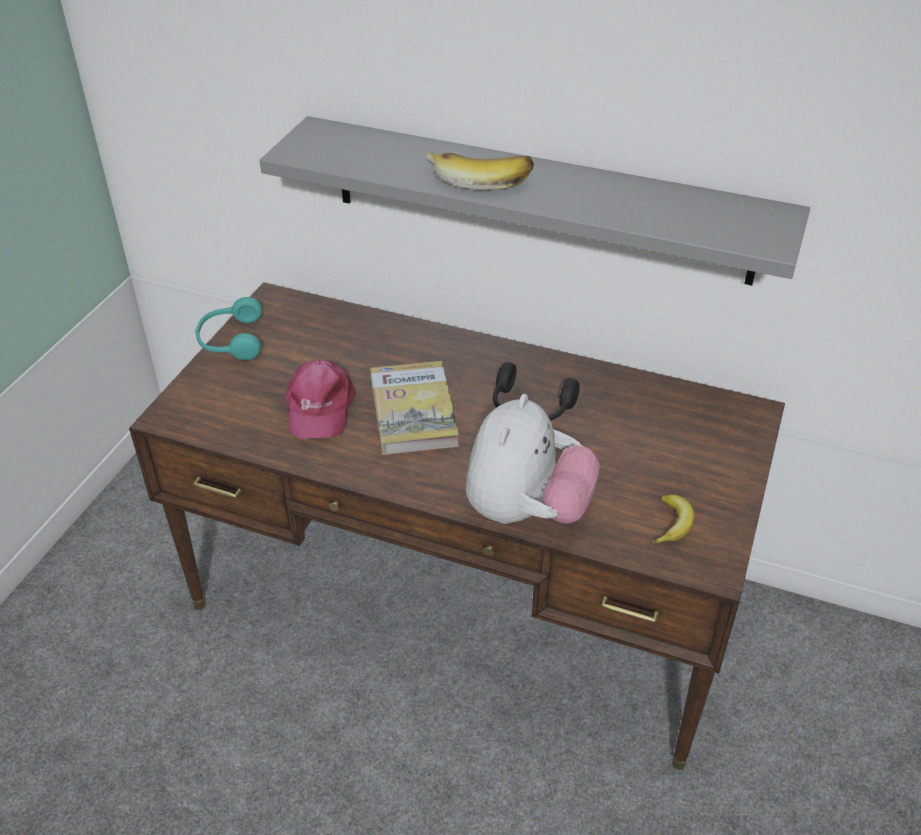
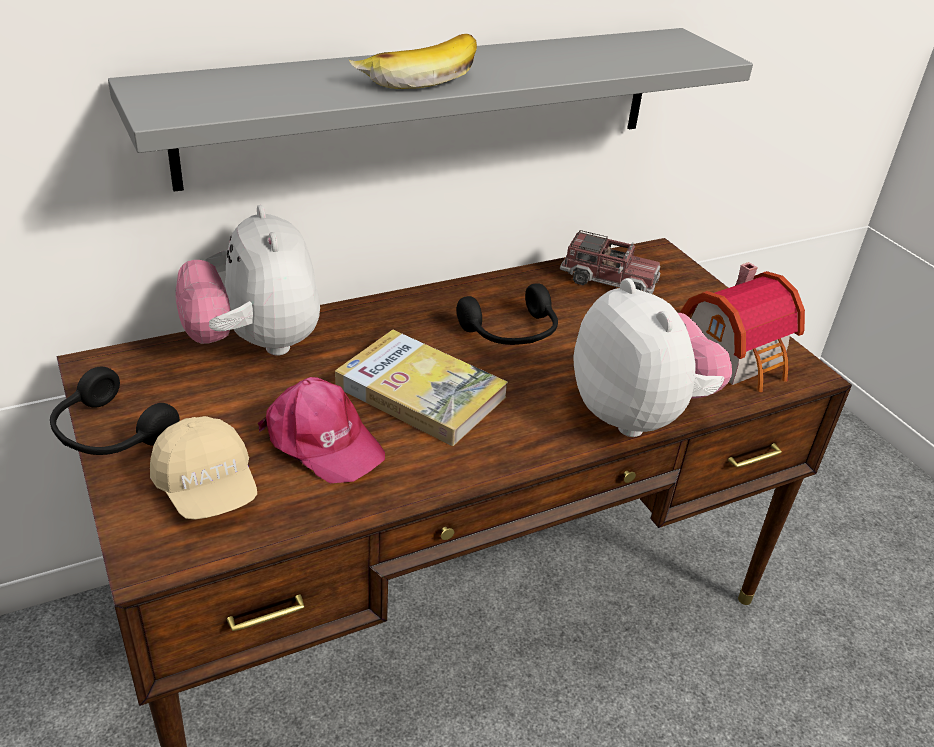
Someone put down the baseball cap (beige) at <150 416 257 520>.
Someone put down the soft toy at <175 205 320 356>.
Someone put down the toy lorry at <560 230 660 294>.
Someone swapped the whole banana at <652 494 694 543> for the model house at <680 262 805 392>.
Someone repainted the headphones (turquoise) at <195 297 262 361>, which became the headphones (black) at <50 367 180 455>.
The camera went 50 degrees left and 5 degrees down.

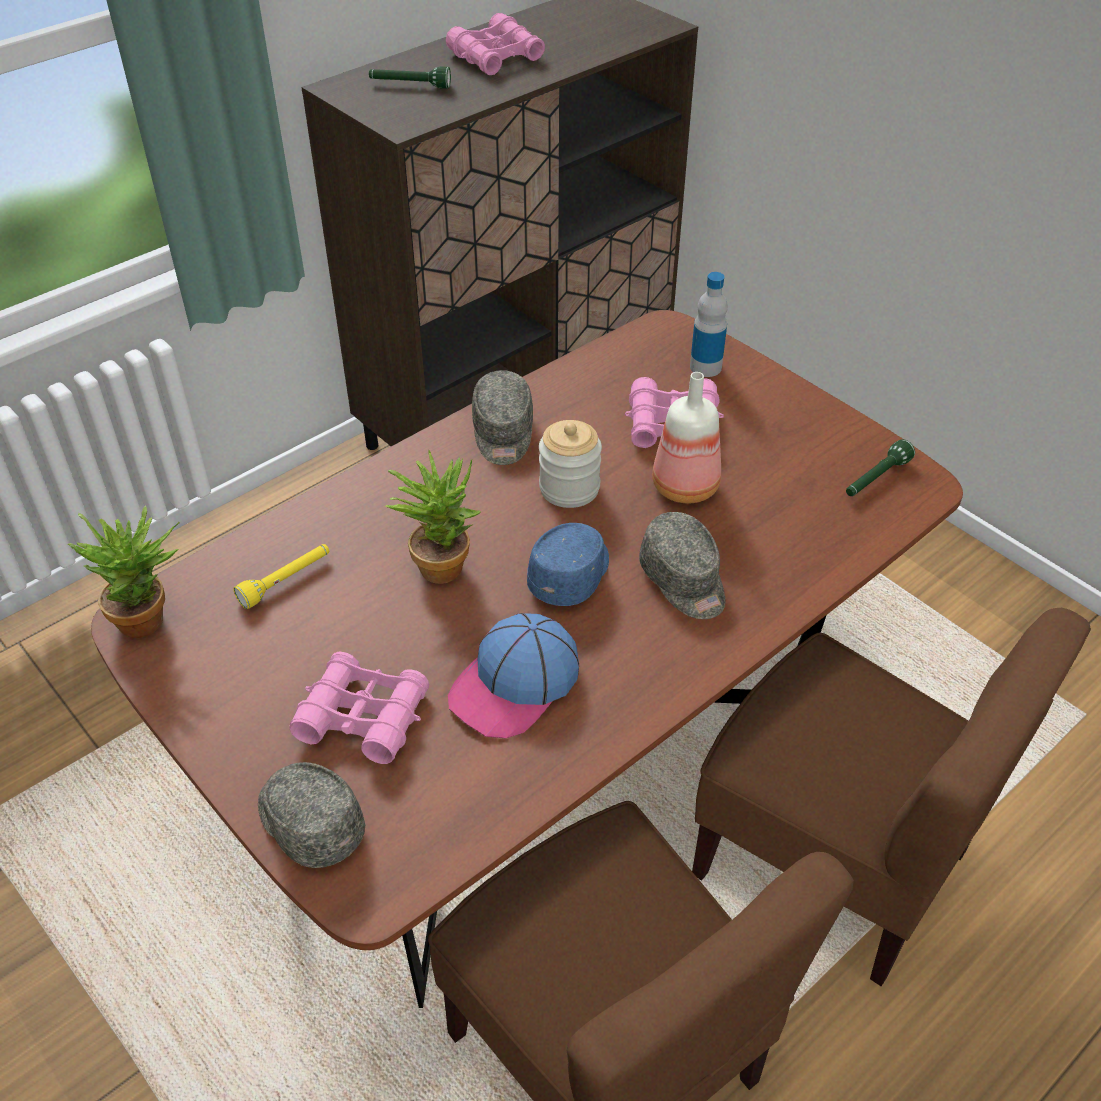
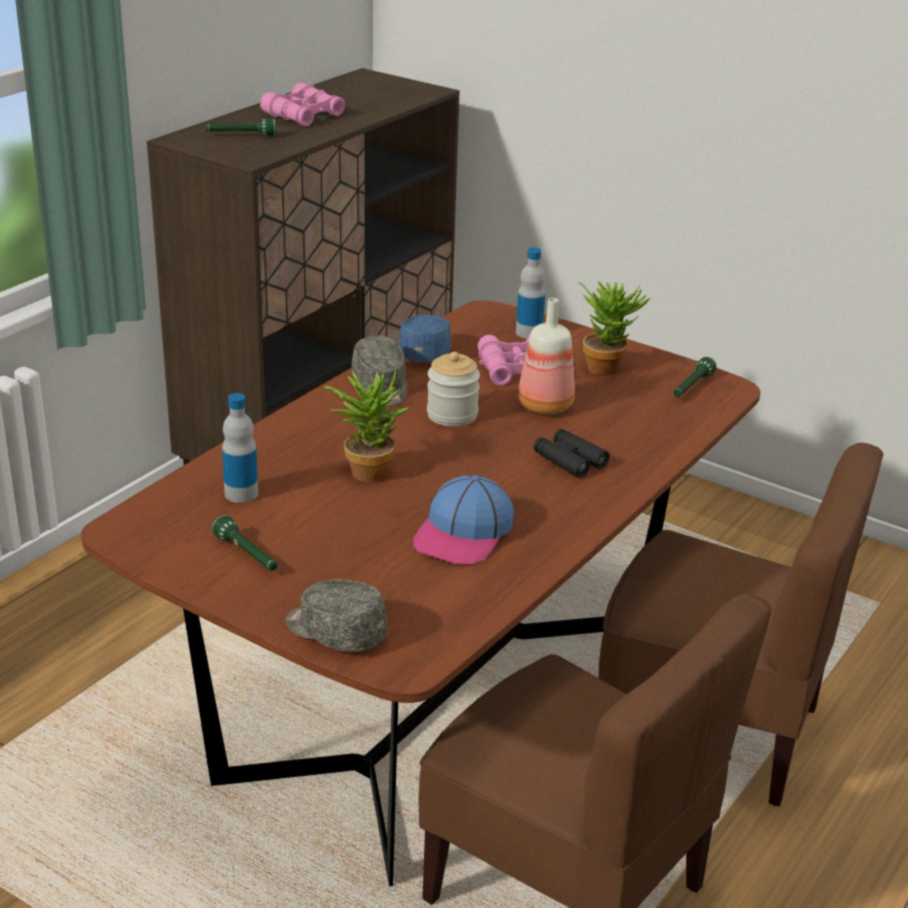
Someone took away the binoculars (pink) at <289 652 429 764>.
Someone put down the torch (greenish) at <212 515 277 571>.
Someone carried the potted plant from <68 505 179 638> to <578 281 650 375>.
Someone carried the baseball cap (bluish) from <527 523 609 606> to <398 315 451 362>.
Someone swapped the torch (yellow) at <233 544 329 609> for the drink bottle at <222 393 258 503>.
Someone swapped the baseball cap (gray) at <639 512 725 619> for the binoculars (black) at <534 429 609 478>.
The camera went 15 degrees left and 15 degrees down.

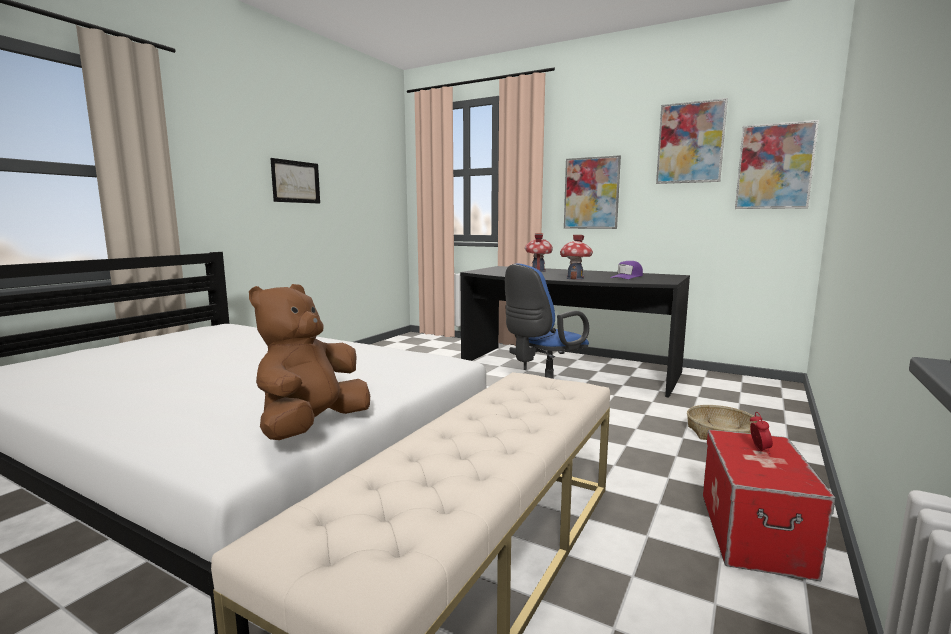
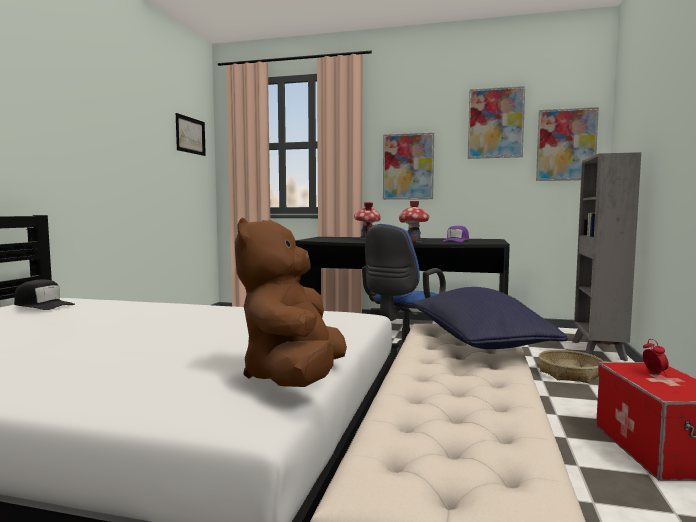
Someone put down the baseball cap (black) at <14 279 75 310>.
Someone put down the throw pillow (bluish) at <412 287 568 349>.
Someone put down the shelving unit (gray) at <572 152 641 361>.
Someone carried the picture from <270 158 320 204> to <176 113 206 156>.
The camera went 15 degrees left and 5 degrees down.

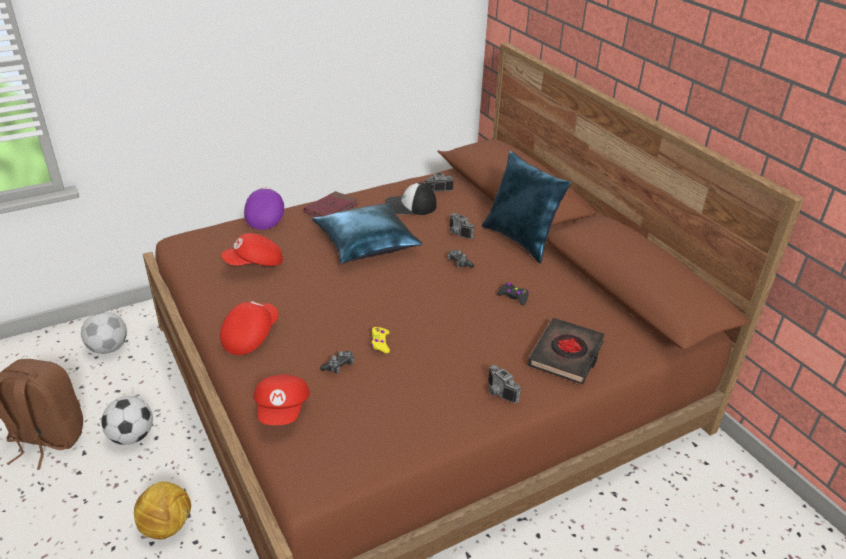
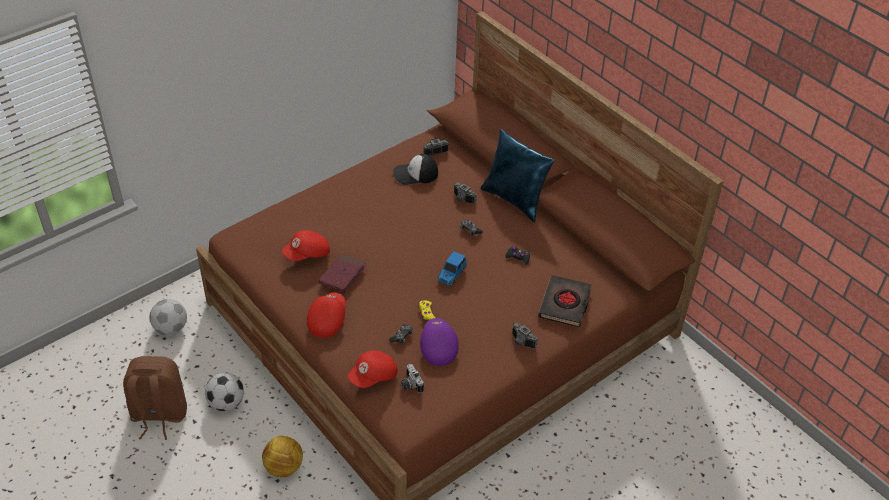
Someone took away the throw pillow (bluish) at <312 204 422 264>.
Someone put down the photo camera at <401 364 424 393>.
Someone put down the toy car at <437 251 467 286>.
Someone carried the baseball cap (purplish) from <244 188 284 230> to <420 318 459 366>.
Someone carried the bound book (reddish) from <304 191 358 217> to <319 253 366 293>.
Someone rotated the baseball cap (reddish) at <253 374 310 425> by 60 degrees clockwise.
The camera went 10 degrees left and 10 degrees up.

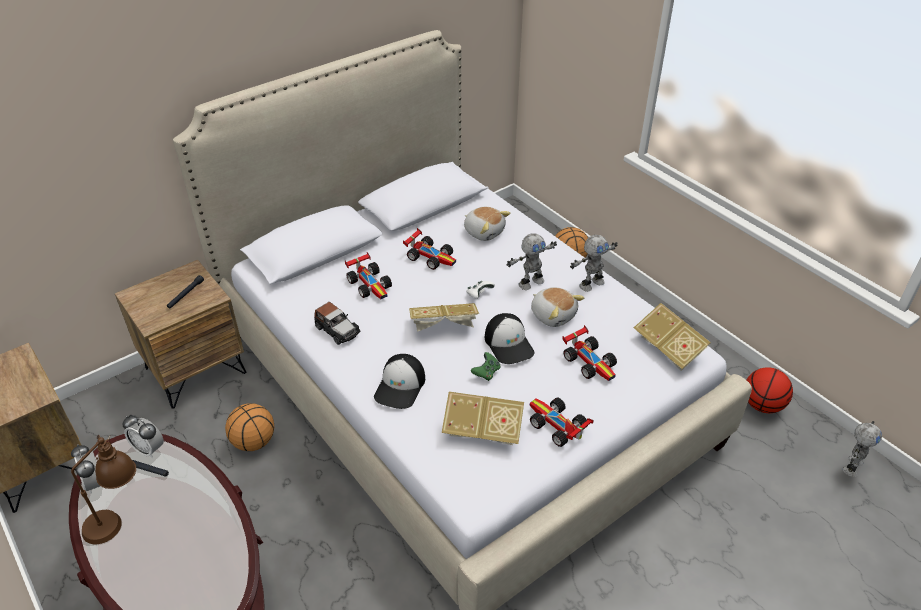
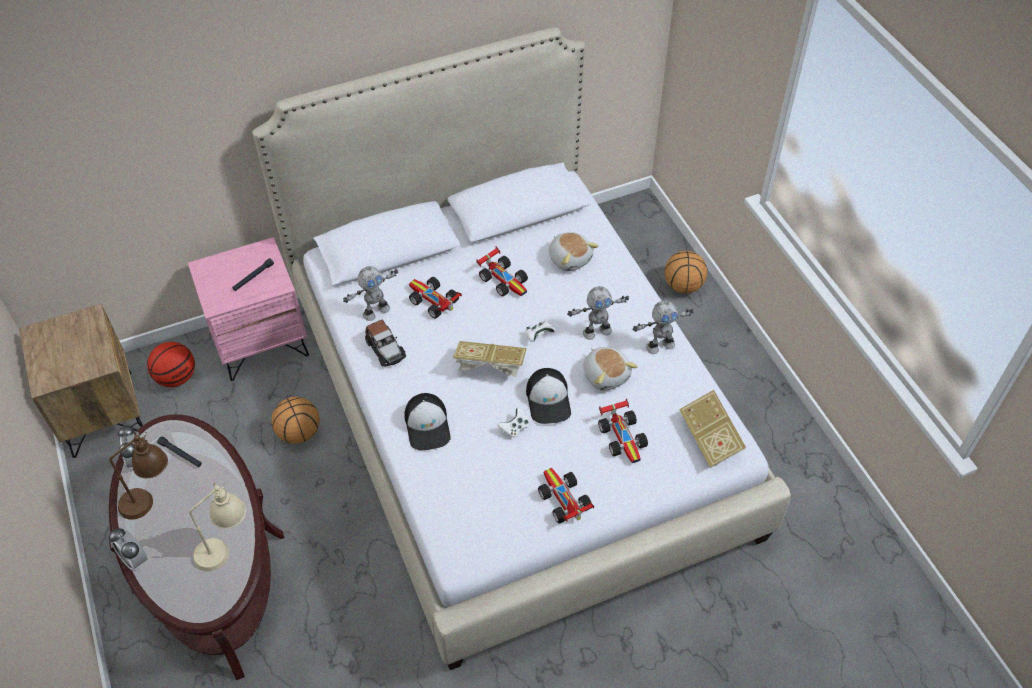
Someone took away the bound book at <442 391 524 445>.
Someone put down the table lamp (beige) at <189 481 246 571>.
Someone carried the table clock from <122 415 164 458> to <108 528 147 571>.
Someone carried the basketball from <747 367 793 413> to <147 342 195 387>.
Someone carried the robot figure from <843 421 882 477> to <343 266 398 321>.
Someone repainted the nightstand (brown) at <115 260 246 409>, which became the nightstand (pink) at <188 237 309 381>.
Someone repainted the gamepad (greenish) at <471 352 500 381>, which became the gamepad (white) at <497 407 530 438>.
Someone rotated the toy car at <345 252 392 299> by 150 degrees clockwise.
Someone rotated the baseball cap at <374 354 425 409> by 45 degrees counterclockwise.
The camera went 15 degrees right and 10 degrees up.

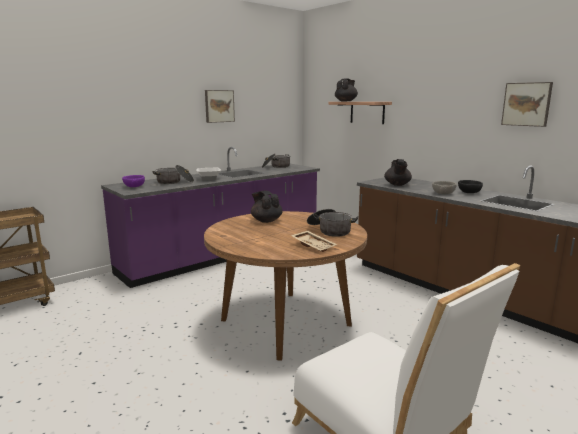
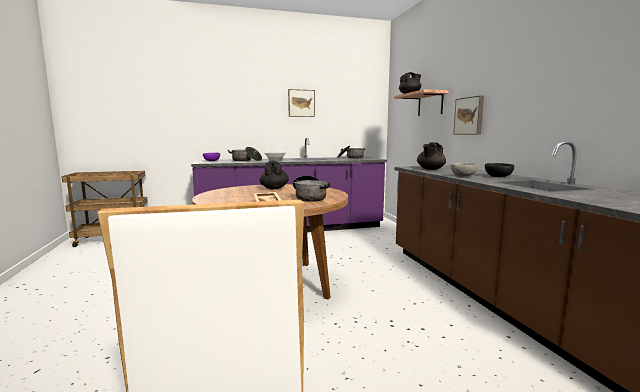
Someone carried the picture from <501 82 553 127> to <453 96 484 134>.
The camera went 25 degrees right and 5 degrees down.

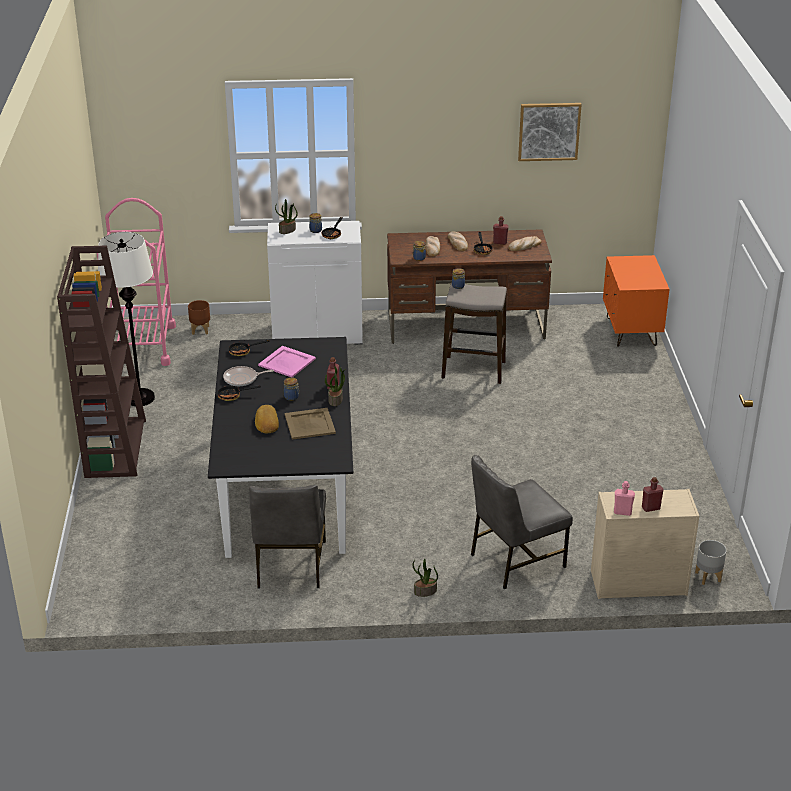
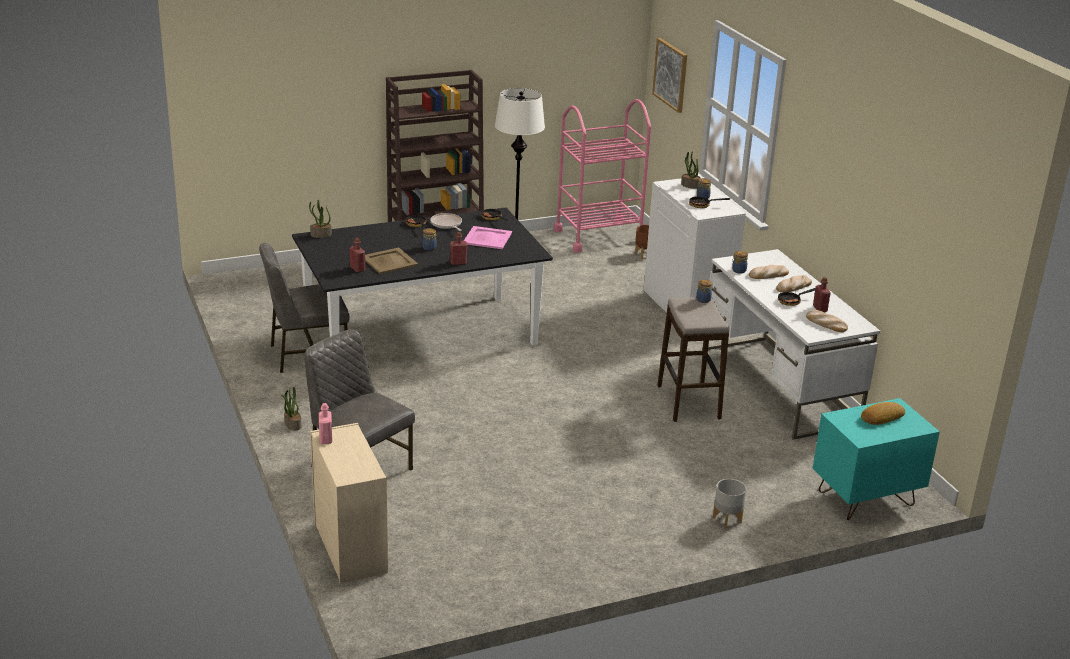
Someone carried the baked bread from <255 405 279 433> to <861 402 905 425>.
Someone carried the potted plant from <325 366 346 406> to <309 200 332 238>.
Someone carried the picture from <518 103 582 161> to <652 38 687 113>.
Someone carried the drink bottle (reddish) from <642 477 663 512> to <349 238 365 273>.
Someone carried the planter (gray) from <695 540 727 585> to <713 479 746 529>.
Someone repainted the desk unit (brown) at <387 229 552 344>, which became the desk unit (white) at <708 249 880 440>.
Someone repainted the nightstand (orange) at <603 255 670 347>, which became the nightstand (turquoise) at <813 398 940 520>.
The camera went 70 degrees right and 5 degrees down.

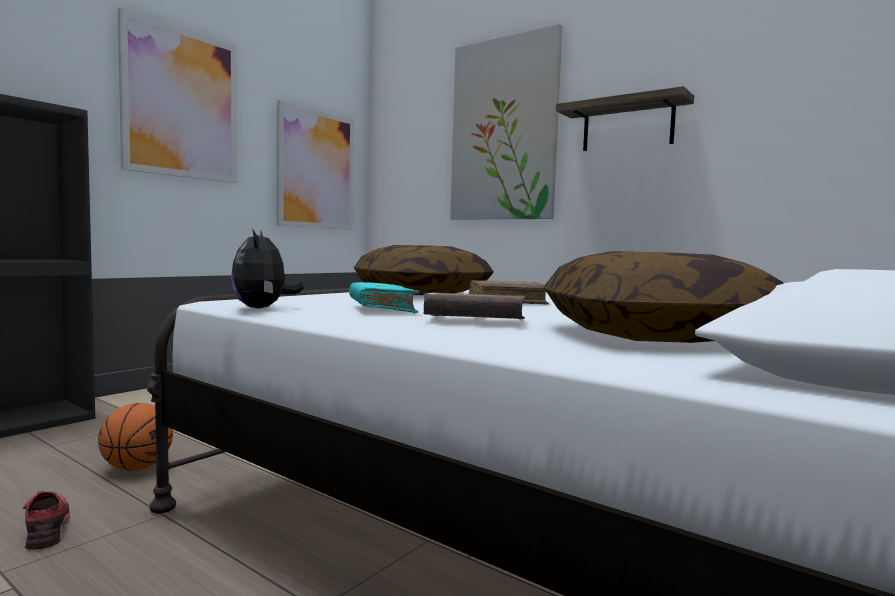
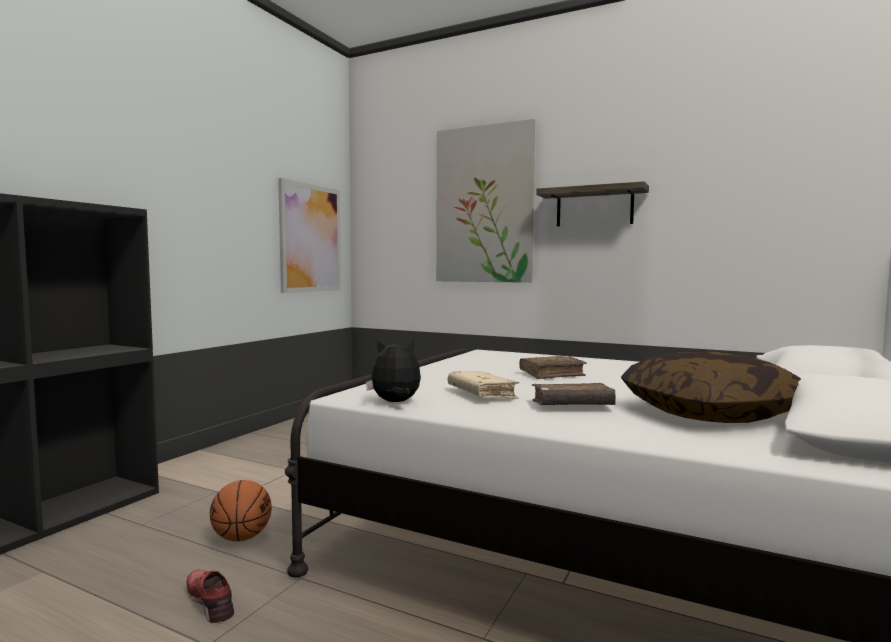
Someone took away the picture at <118 8 237 183>.
Someone took away the throw pillow at <354 245 494 295>.
Someone repainted the bound book (turquoise) at <349 282 420 313>, which became the bound book (beige) at <448 371 519 399>.
Someone rotated the soft toy at <231 229 303 308> by 105 degrees clockwise.
The camera went 10 degrees left and 0 degrees up.

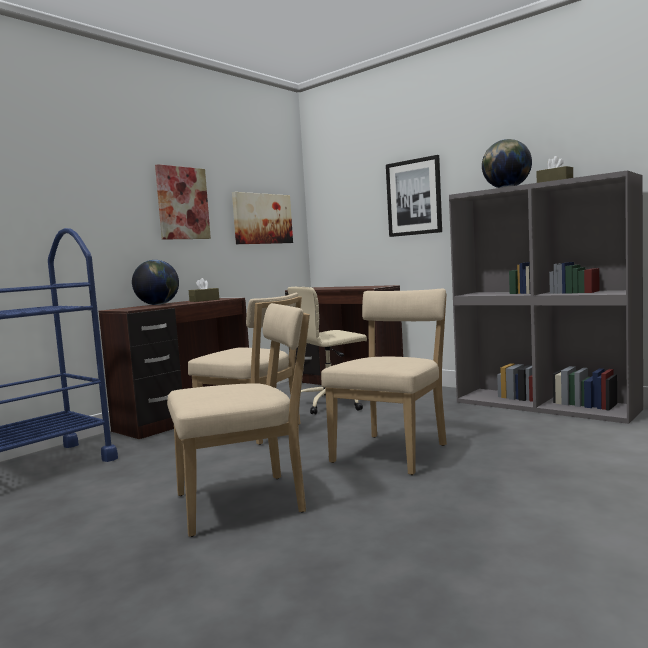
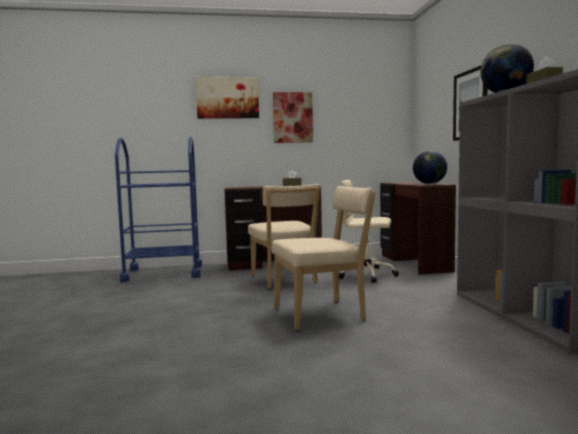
Someone took away the plain chair (beige) at <167 303 310 537>.
Someone carried the globe from <132 260 179 305> to <413 151 447 184>.
Someone carried the picture from <232 192 293 244> to <196 77 259 119>.
The camera went 40 degrees right and 0 degrees up.

